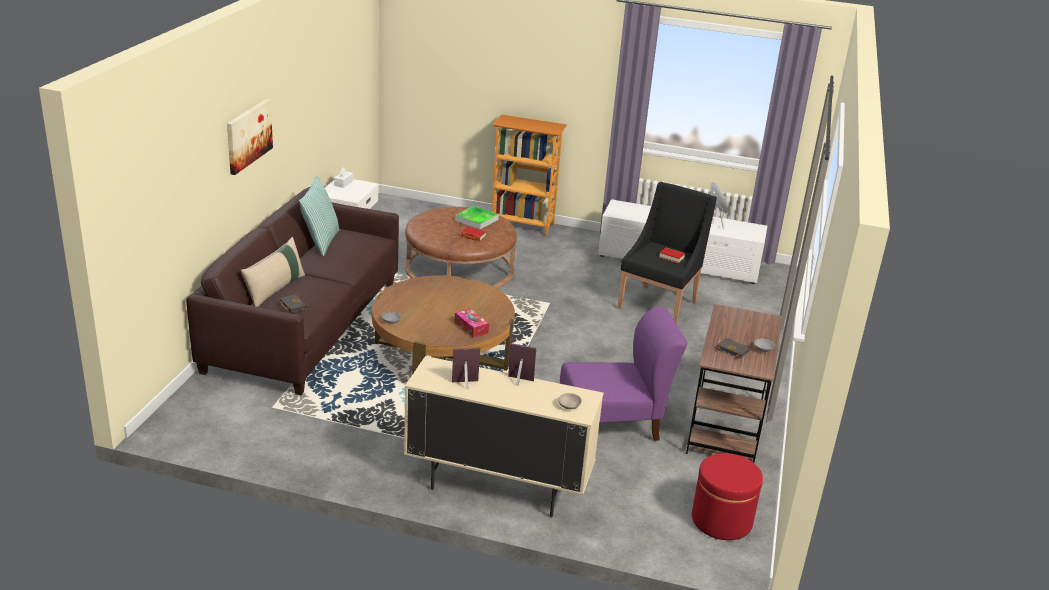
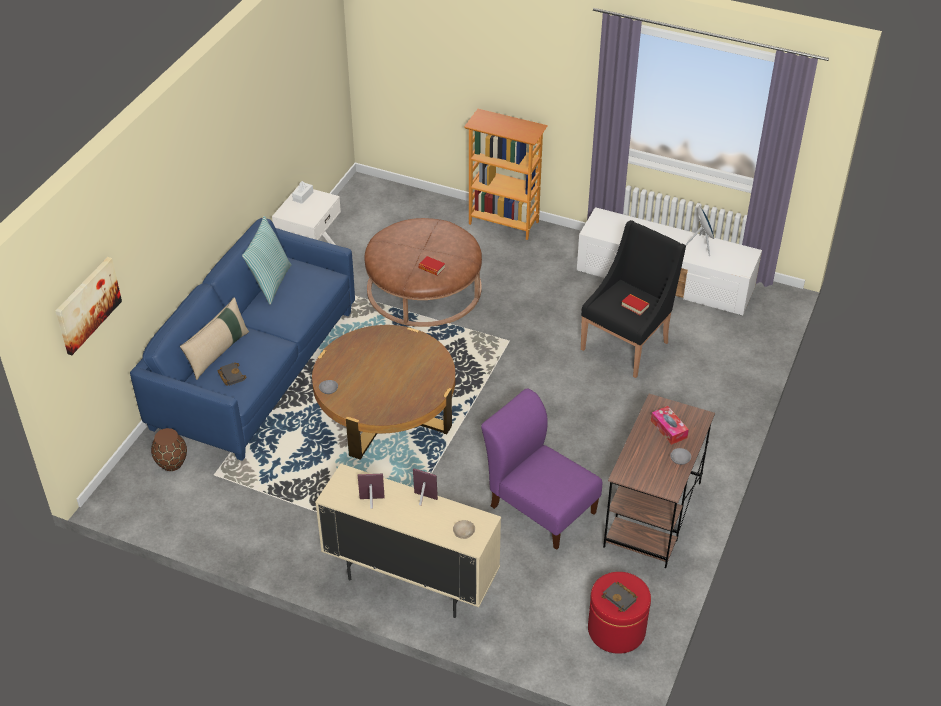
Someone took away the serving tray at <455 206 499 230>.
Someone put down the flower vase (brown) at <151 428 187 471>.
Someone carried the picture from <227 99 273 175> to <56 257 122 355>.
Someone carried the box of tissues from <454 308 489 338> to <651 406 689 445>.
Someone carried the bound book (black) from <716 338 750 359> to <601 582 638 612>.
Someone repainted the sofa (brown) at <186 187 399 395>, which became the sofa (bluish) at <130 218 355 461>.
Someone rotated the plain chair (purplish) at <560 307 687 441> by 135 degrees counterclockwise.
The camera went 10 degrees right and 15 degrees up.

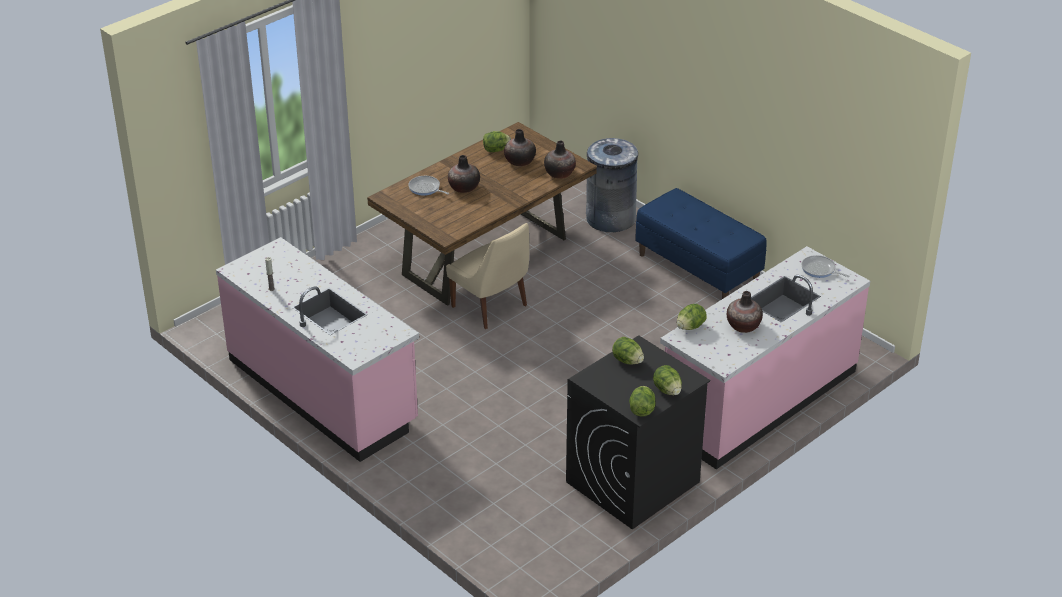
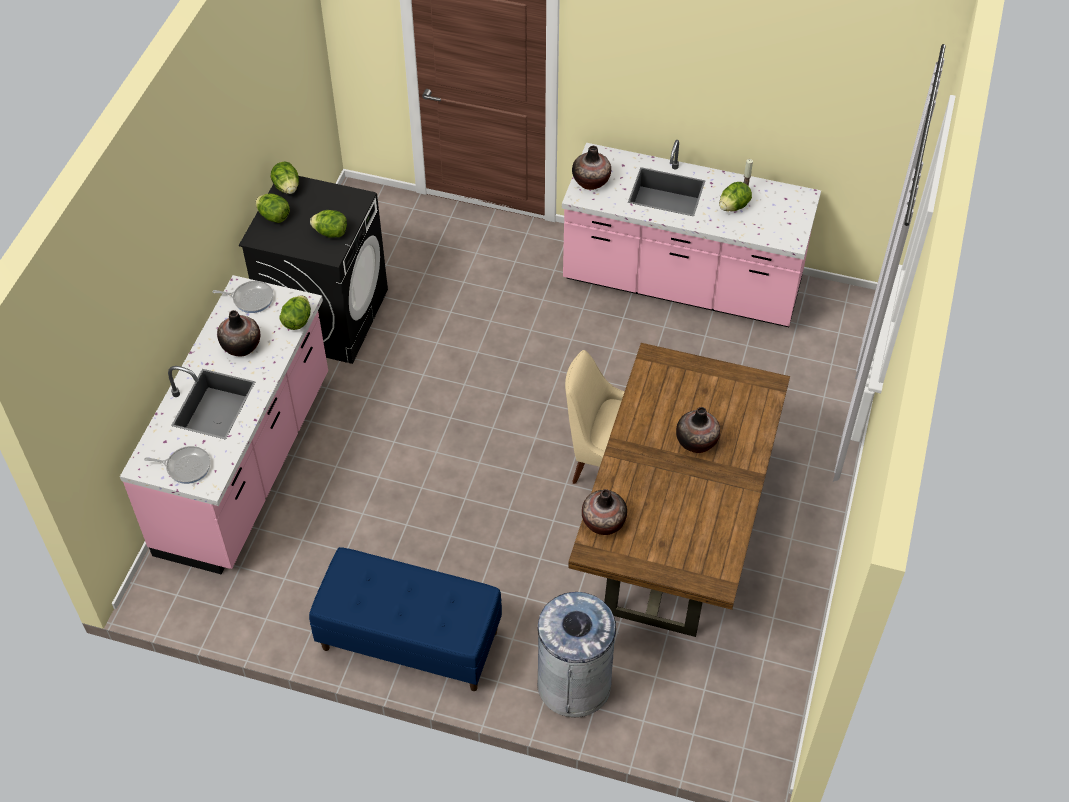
Someone carried the pan from <408 176 449 196> to <213 281 273 313>.
Someone carried the lettuce from <483 131 511 152> to <719 182 752 211>.
Someone carried the flower vase from <504 129 536 166> to <572 146 611 190>.
The camera went 150 degrees right and 15 degrees up.

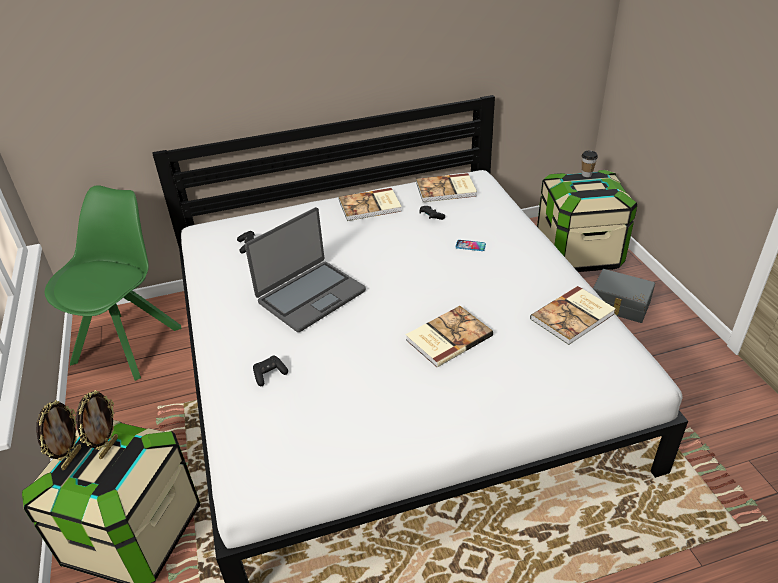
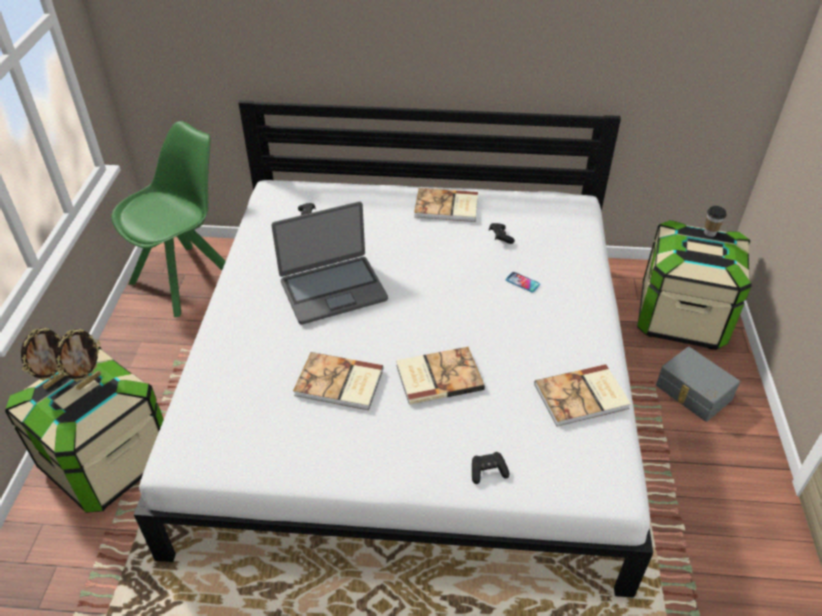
Someone carried the gamepad (black) from <253 356 288 386> to <472 452 509 484>.
Someone carried the bound book from <416 173 477 202> to <293 352 383 410>.
The camera went 20 degrees right and 5 degrees up.

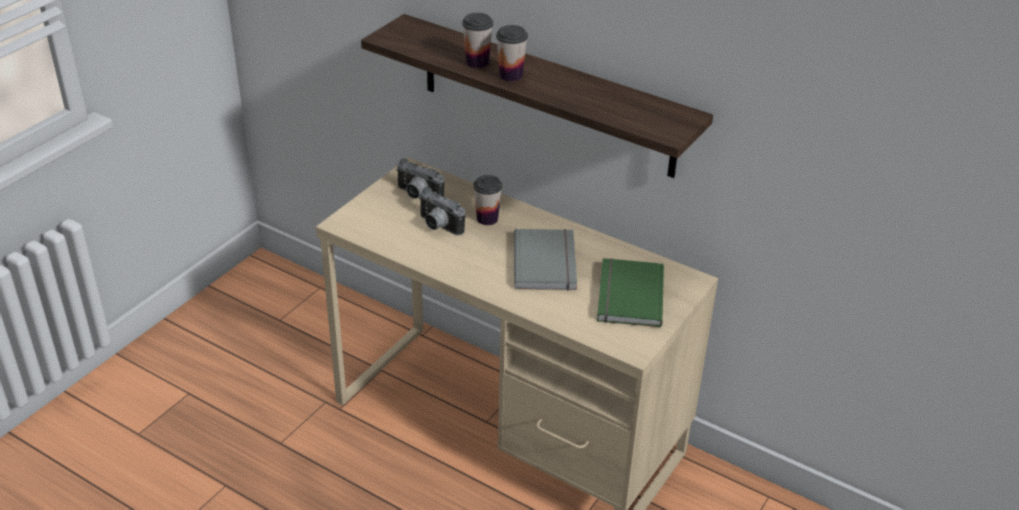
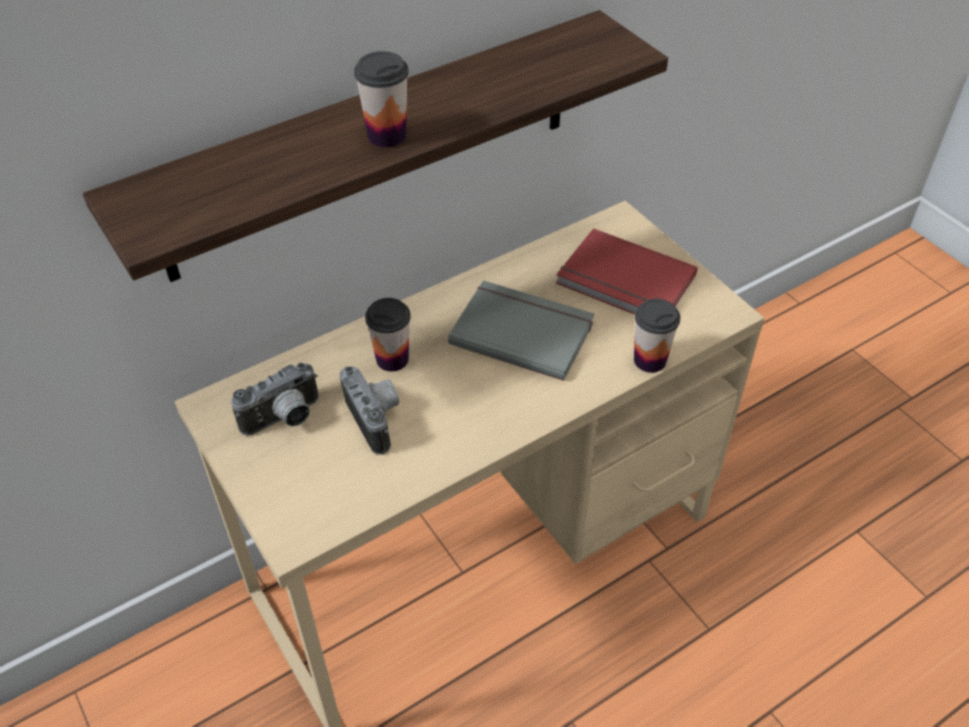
Someone carried the small cup from <462 13 493 68> to <634 299 680 373>.
Someone repainted the bound book (greenish) at <597 258 664 327>, which became the bound book (reddish) at <556 228 698 315>.
Someone rotated the photo camera at <419 187 465 235> by 90 degrees counterclockwise.
The camera went 65 degrees left and 10 degrees up.

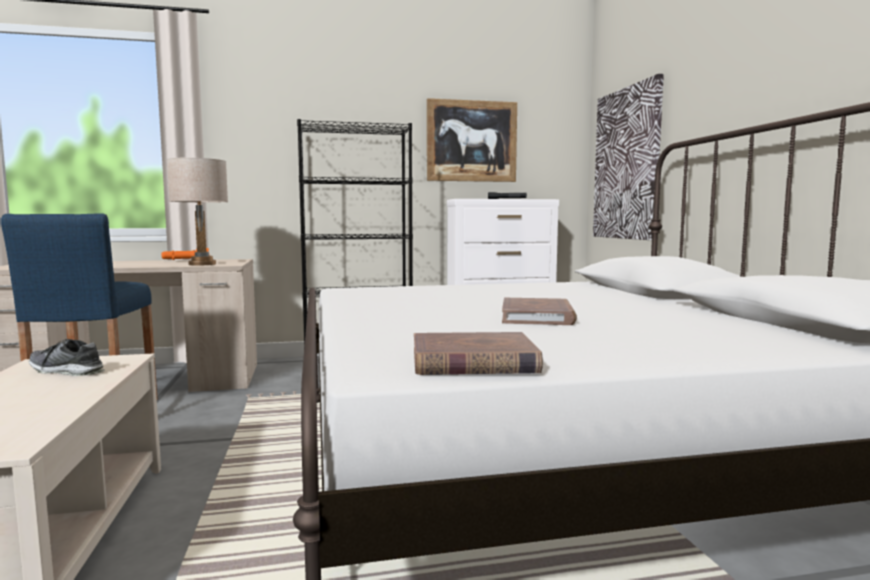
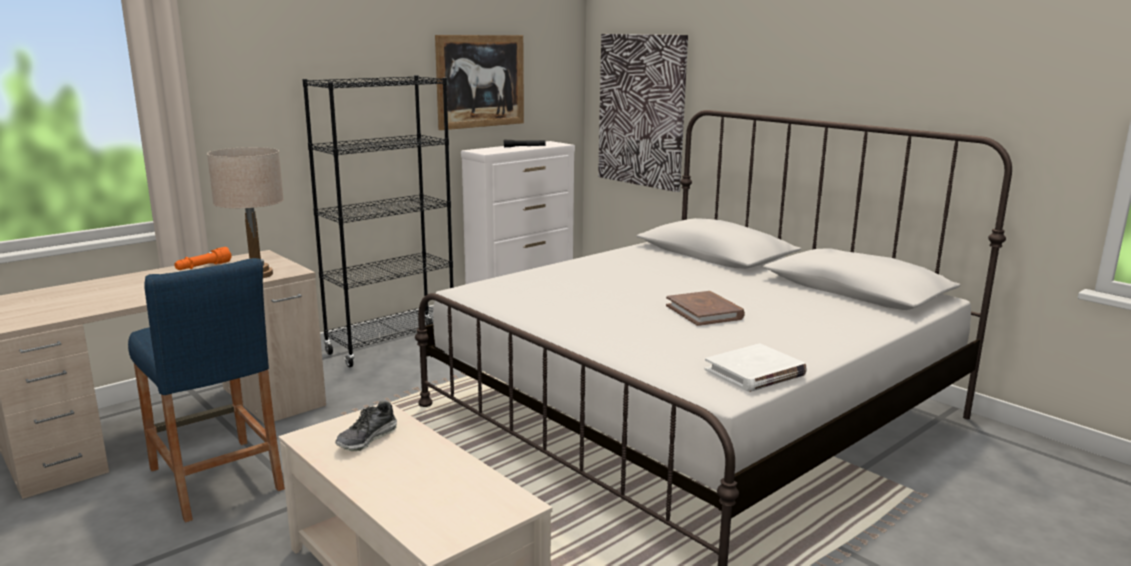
Someone repainted the bound book (brown) at <414 332 543 375>, which became the bound book (white) at <704 343 807 392>.
Someone rotated the low shoe at <28 339 105 376> by 45 degrees counterclockwise.
The camera went 30 degrees left and 10 degrees up.

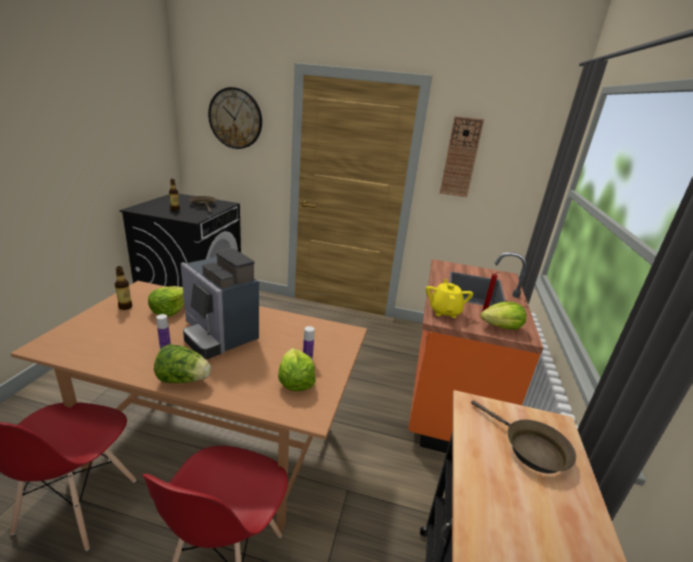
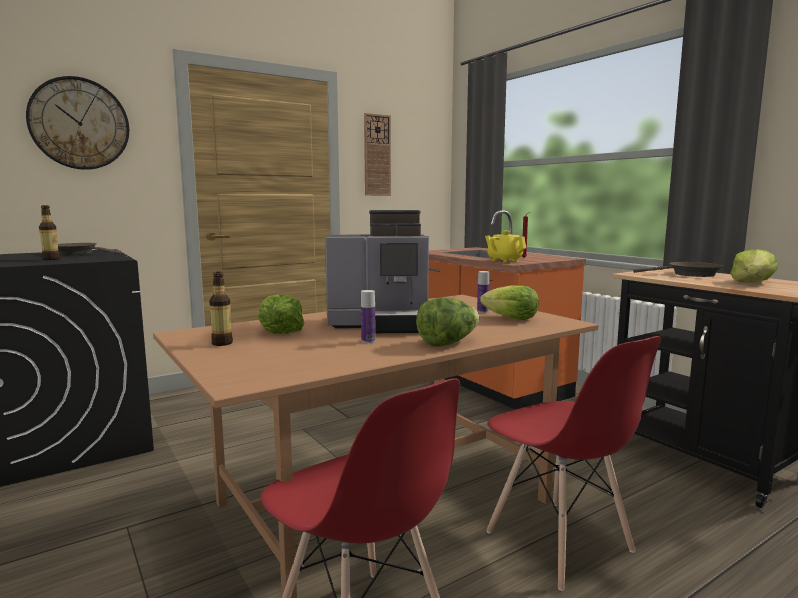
Someone carried the lettuce from <481 302 526 330> to <730 249 778 282>.
The camera went 45 degrees left and 15 degrees down.

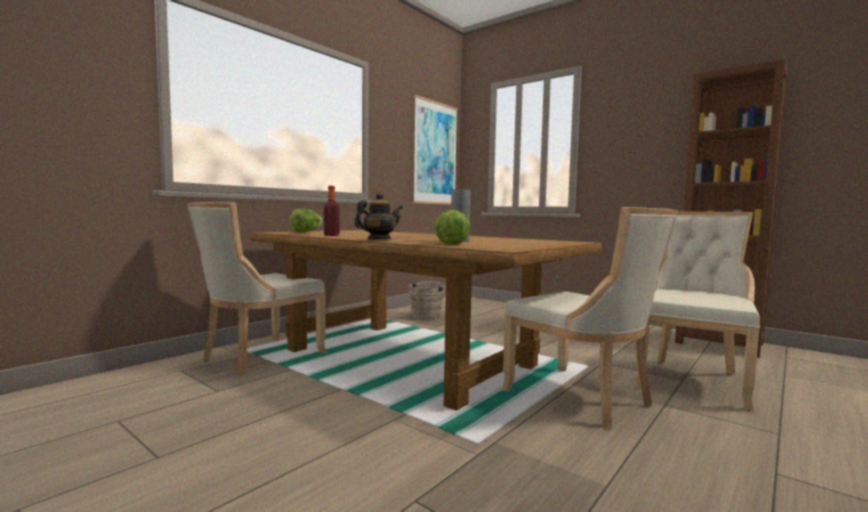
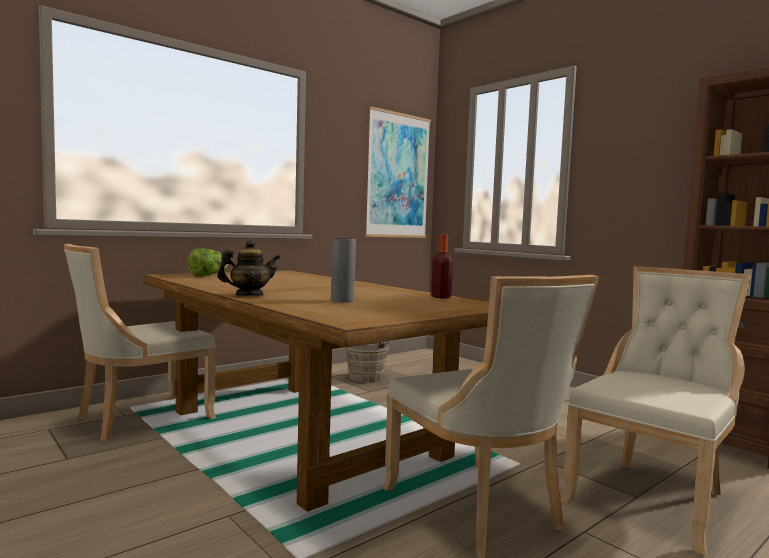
Someone took away the lettuce at <434 210 471 245>.
Someone carried the drink bottle from <324 186 340 236> to <431 234 453 298>.
The camera went 10 degrees right and 0 degrees up.

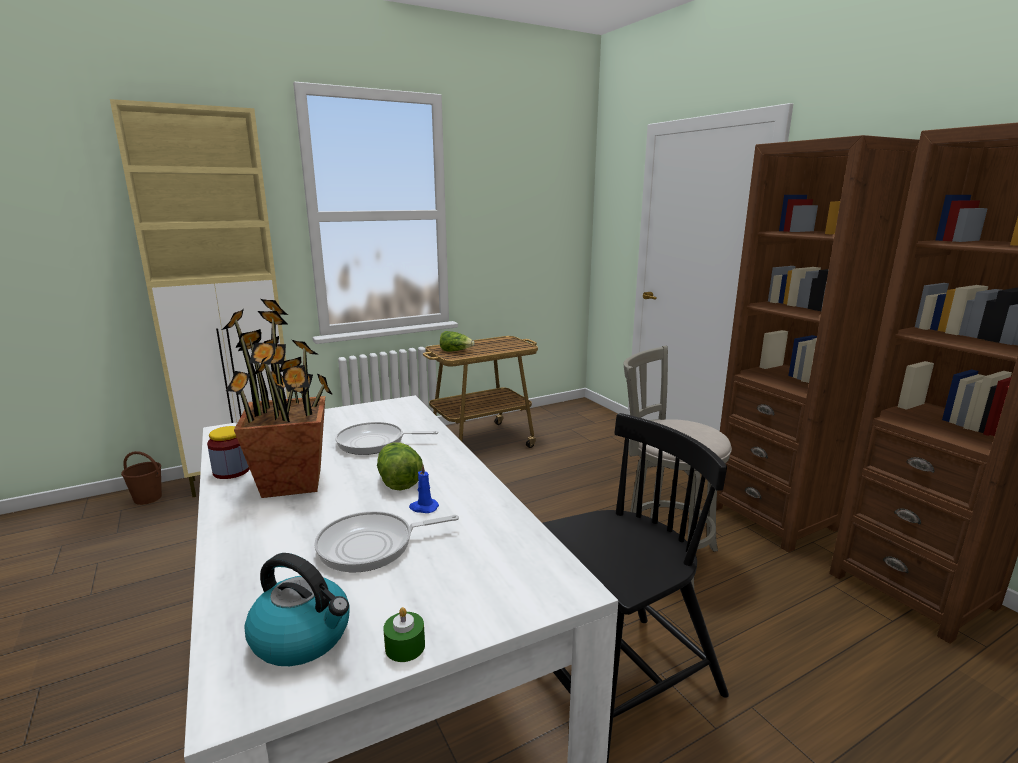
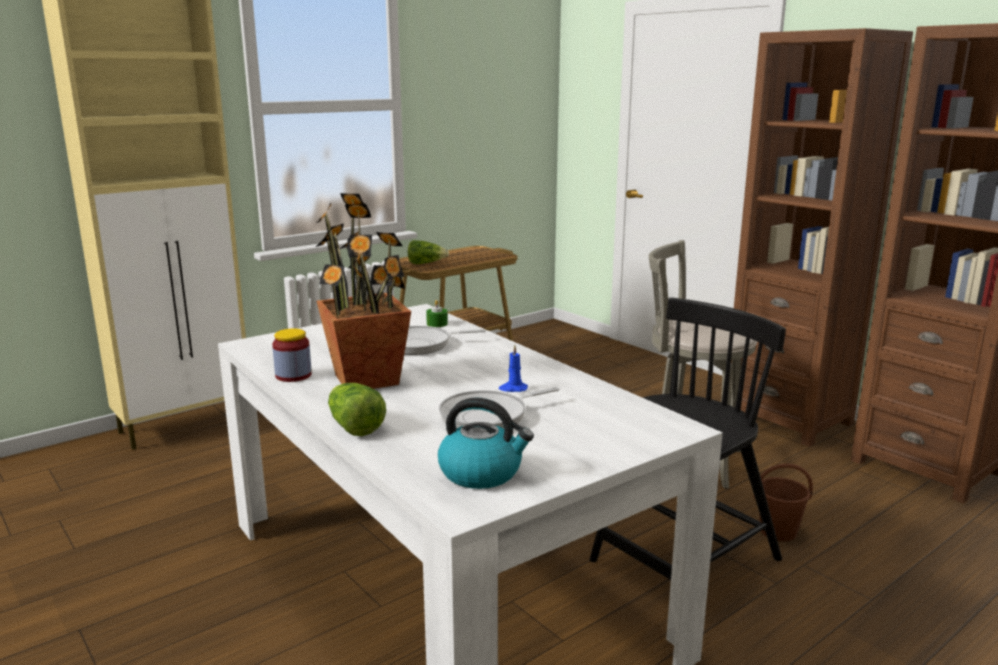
Someone carried the water bucket (brown) from <121 451 162 505> to <754 464 813 541>.
Someone carried the lettuce from <377 443 423 491> to <328 383 386 436>.
Someone carried the candle (greenish) from <383 607 425 662> to <426 300 448 327>.
The camera went 10 degrees left and 0 degrees up.

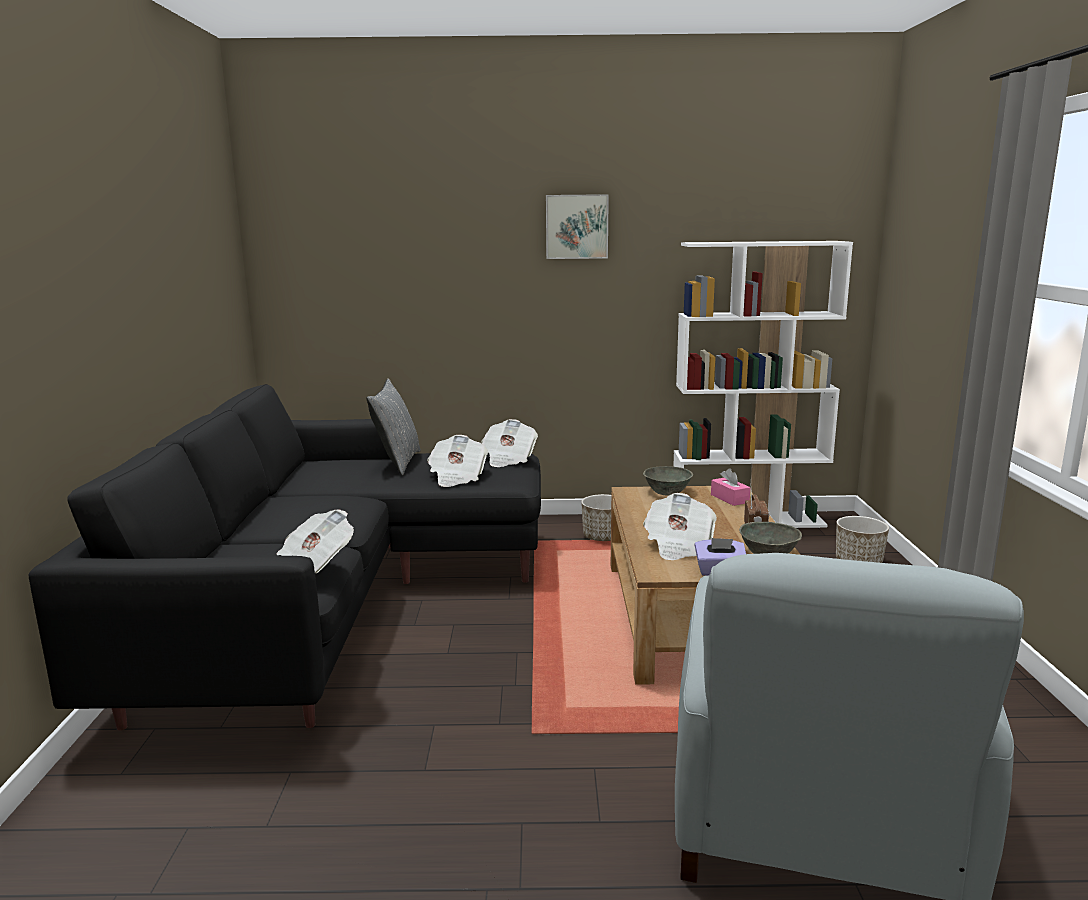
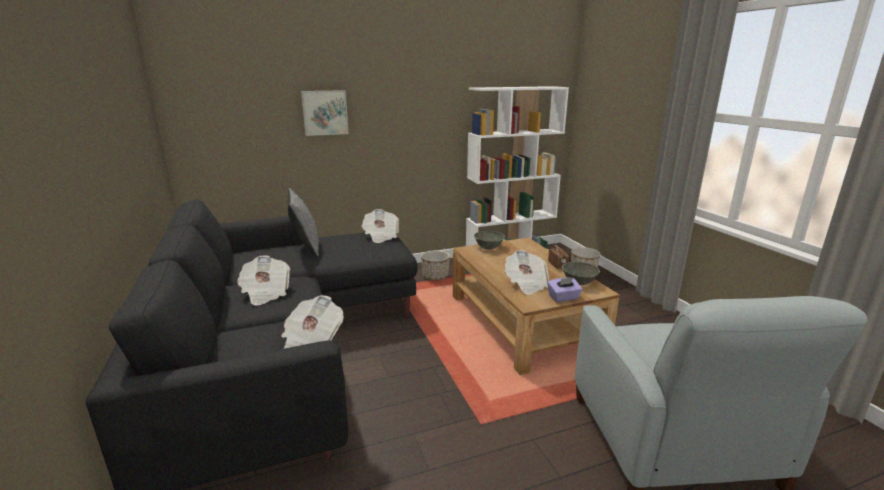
Someone took away the box of tissues (pink) at <711 468 750 506>.
Someone carried the daily paper from <427 435 488 487> to <237 255 290 306>.
Someone carried the picture from <546 194 609 259> to <301 90 349 136>.
The camera went 20 degrees left and 5 degrees up.

